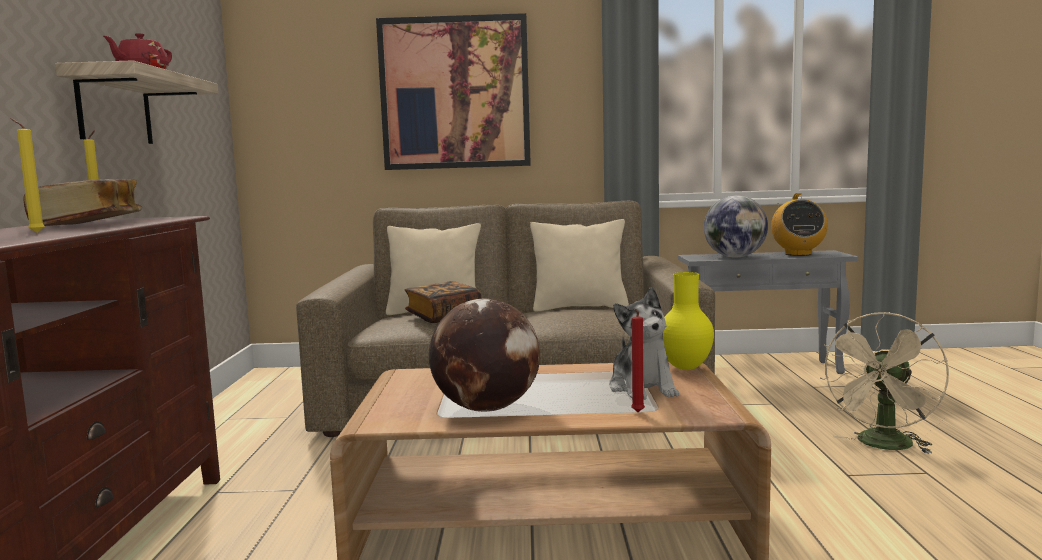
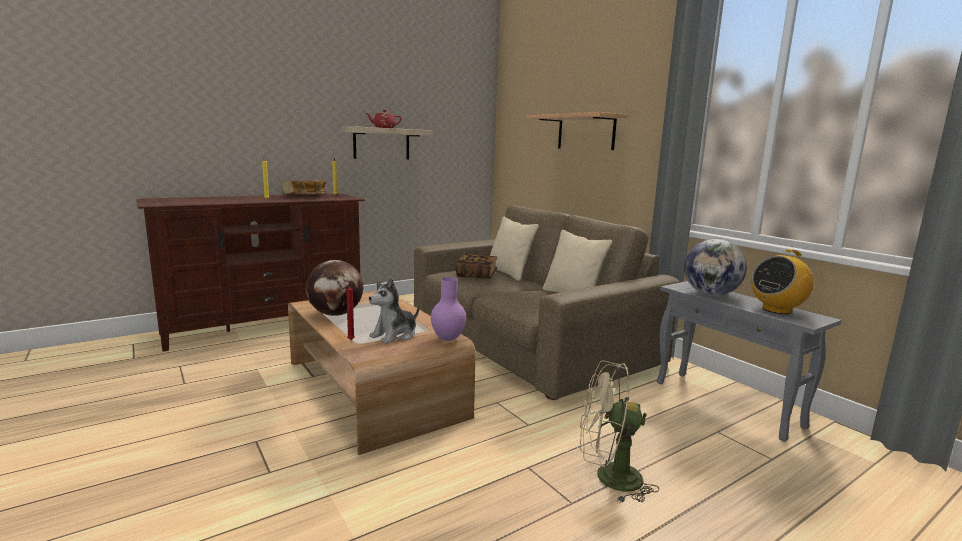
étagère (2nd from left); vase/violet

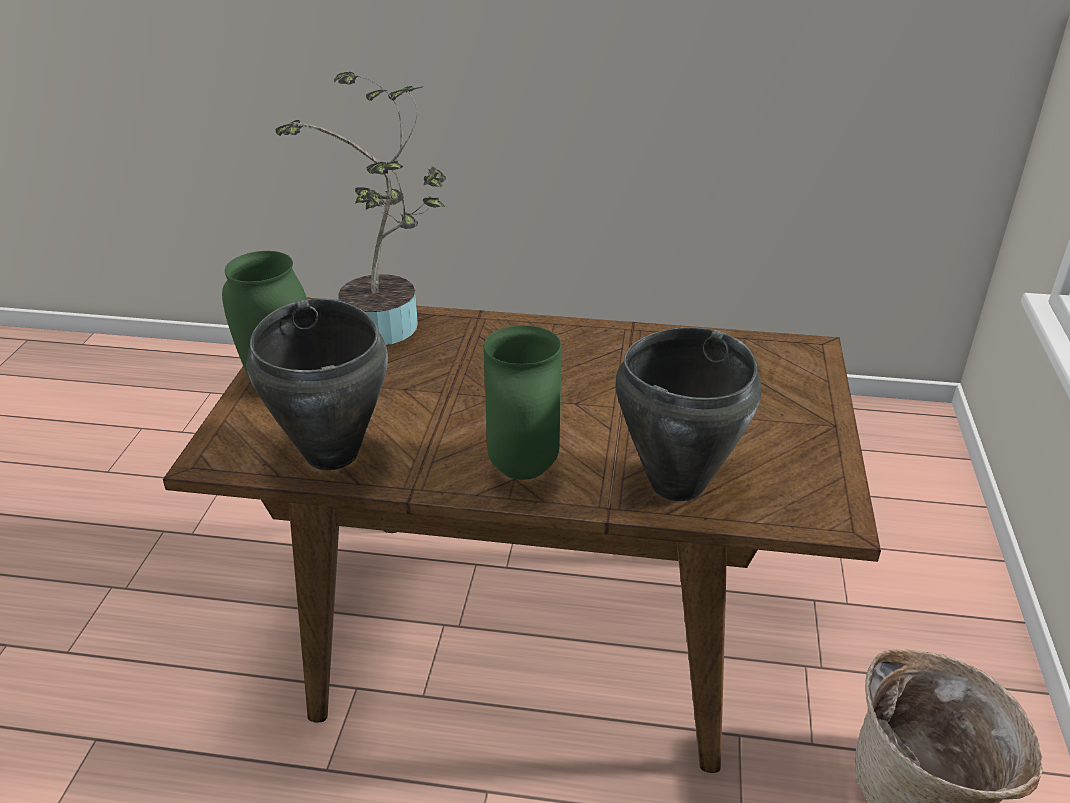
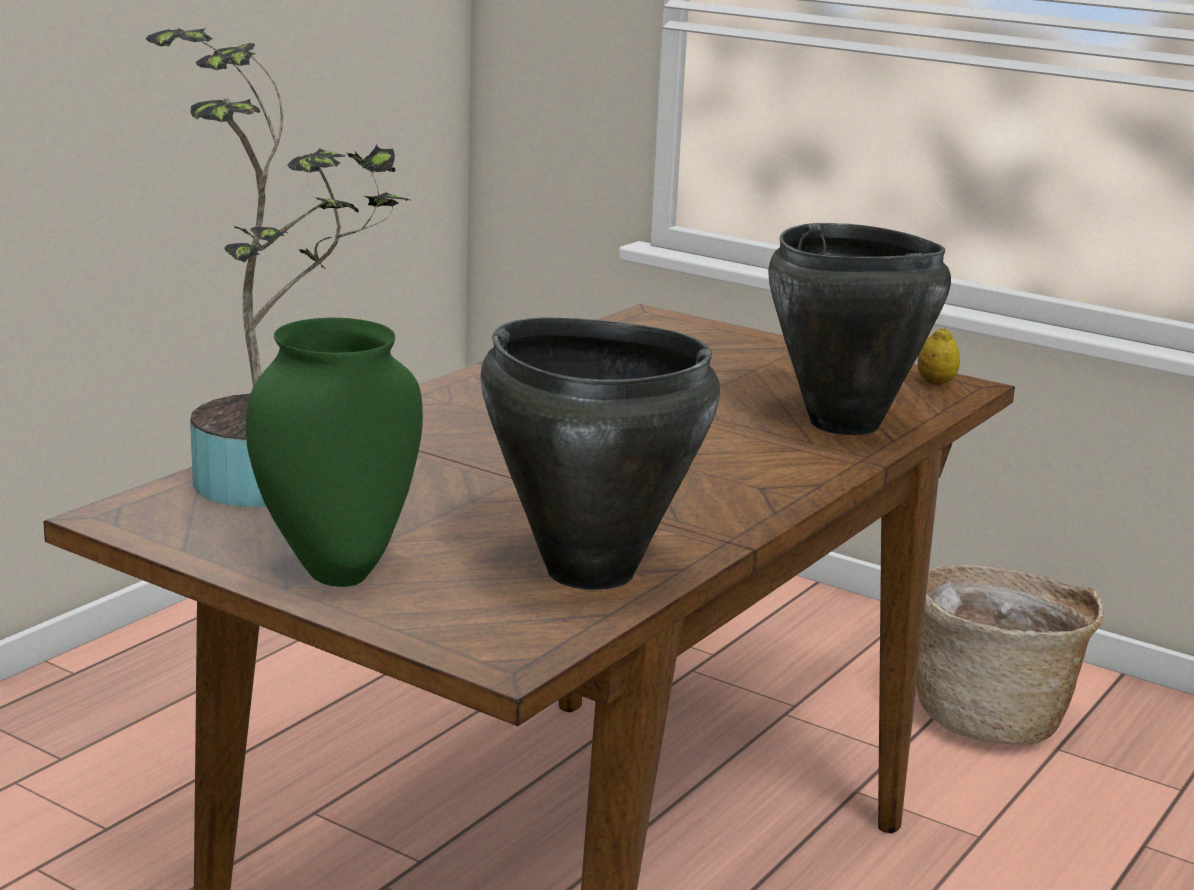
vase/vert (2nd from left in the first image); citron

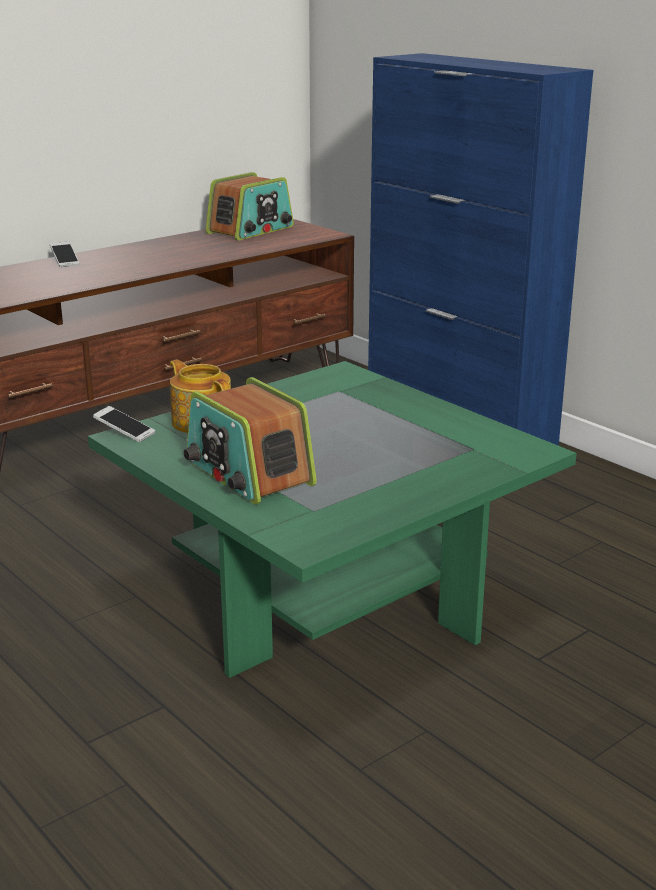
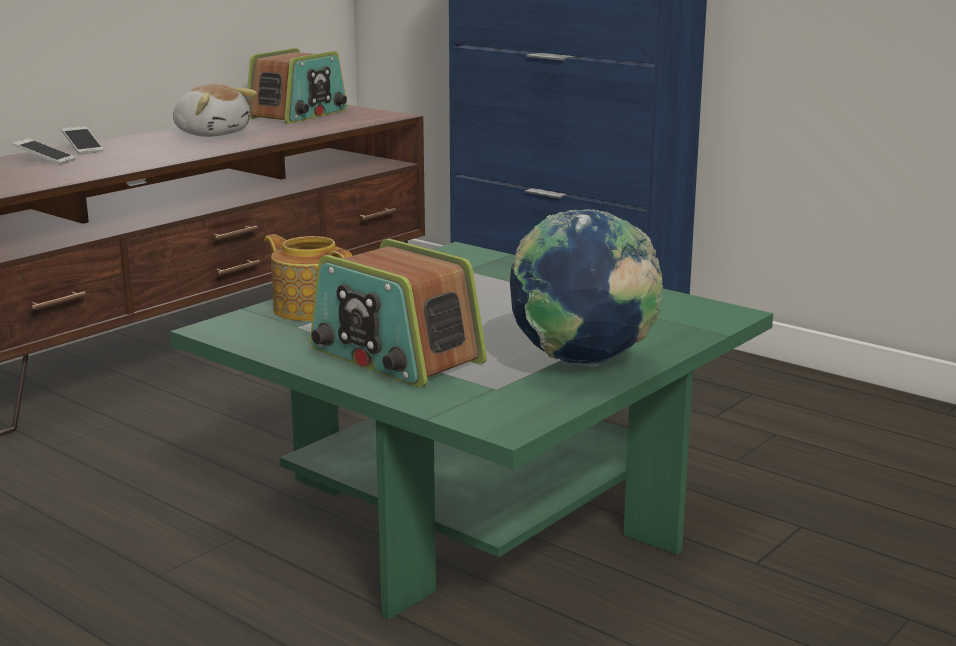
téléphone (1st from left); peluche; globe

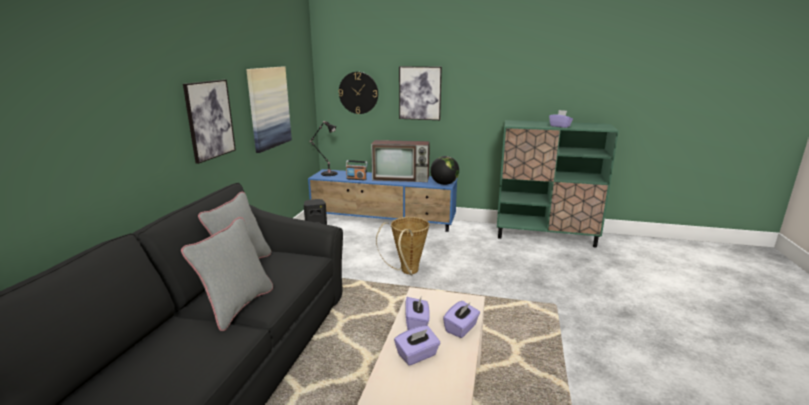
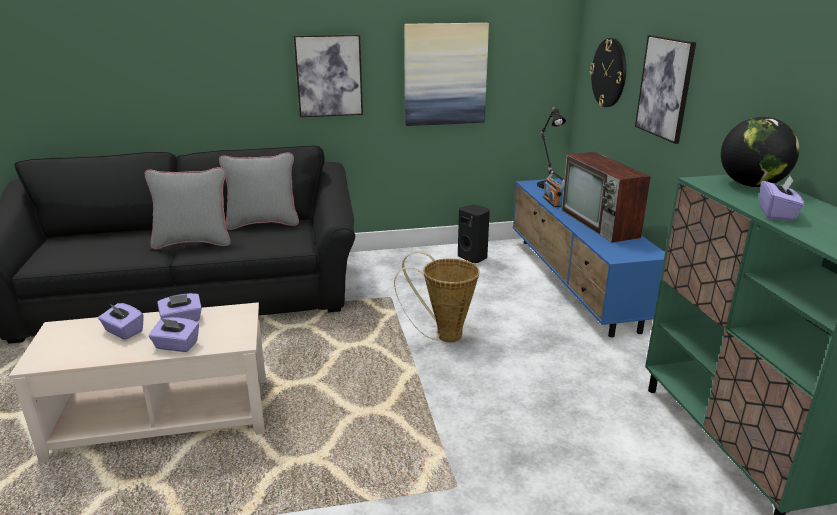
globe

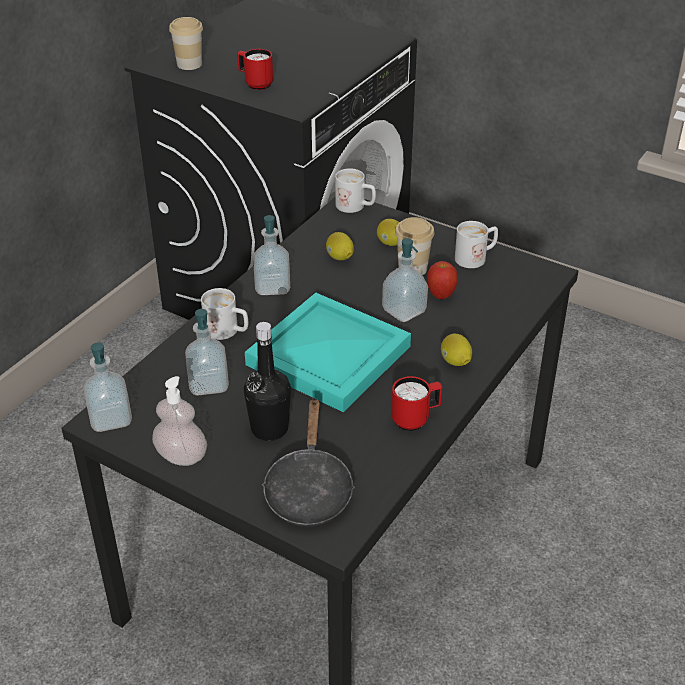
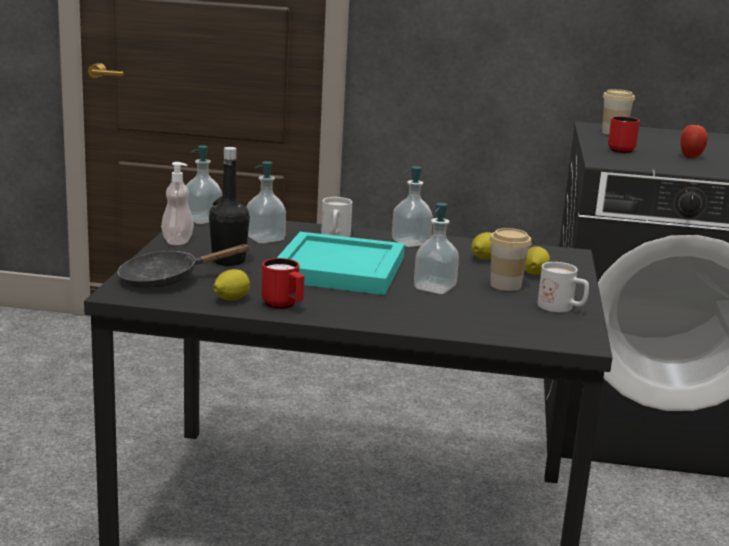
mug/blanc (2nd from left in the first image); pomme; citron (1st from left)

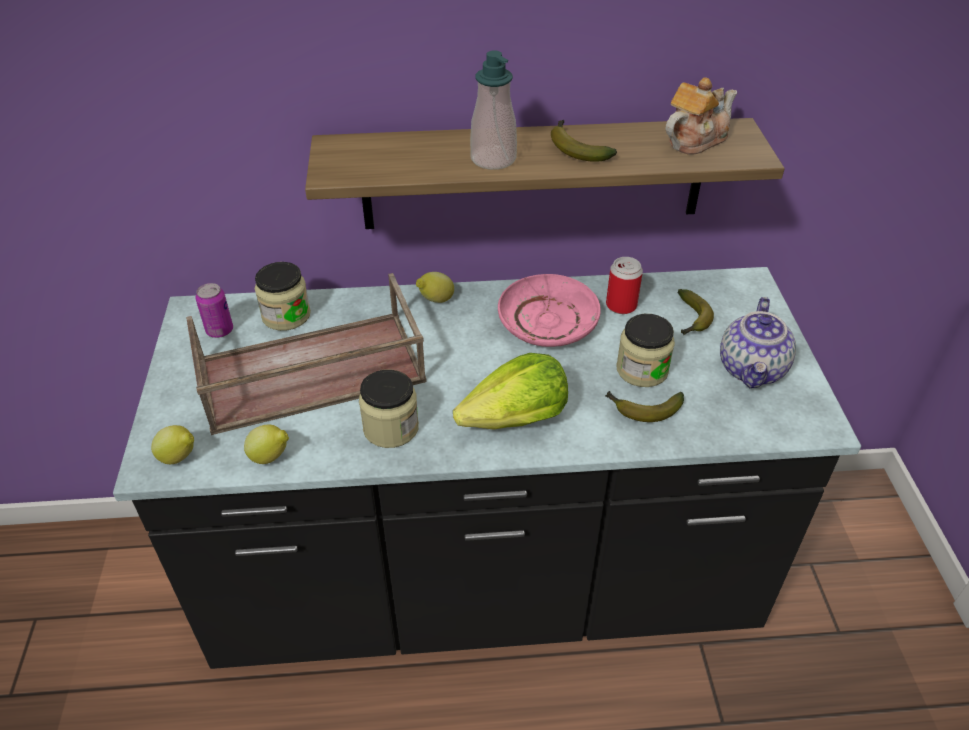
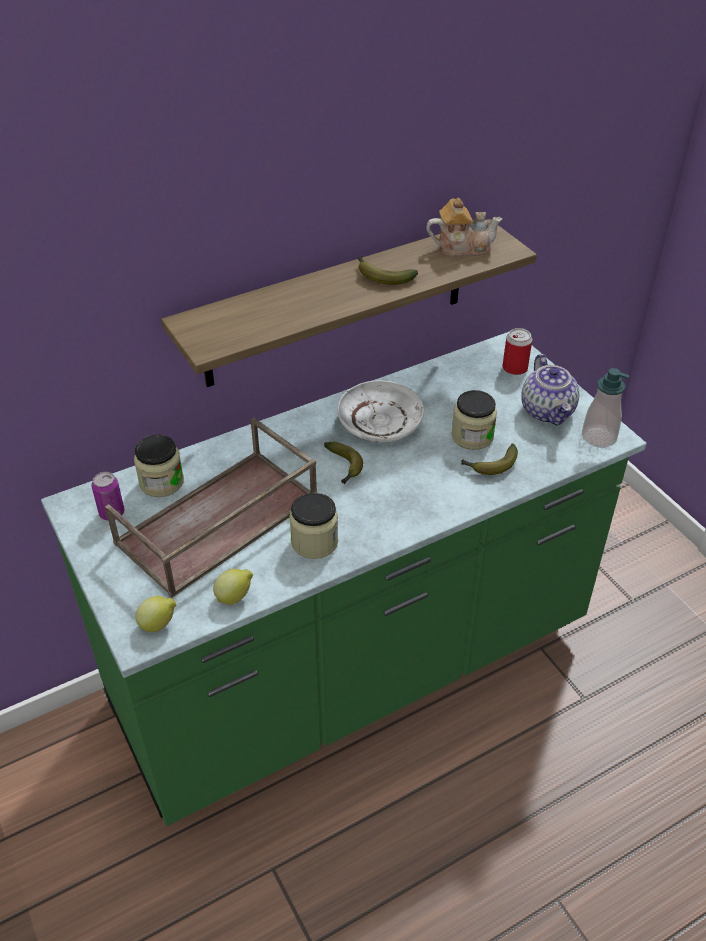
distributeur de savon; théière (1st from left); boîte métallique (2nd from left); comptoir de cuisine/vert; citron (3rd from left in the first image); assiette/blanc; banane (1st from left); laitue

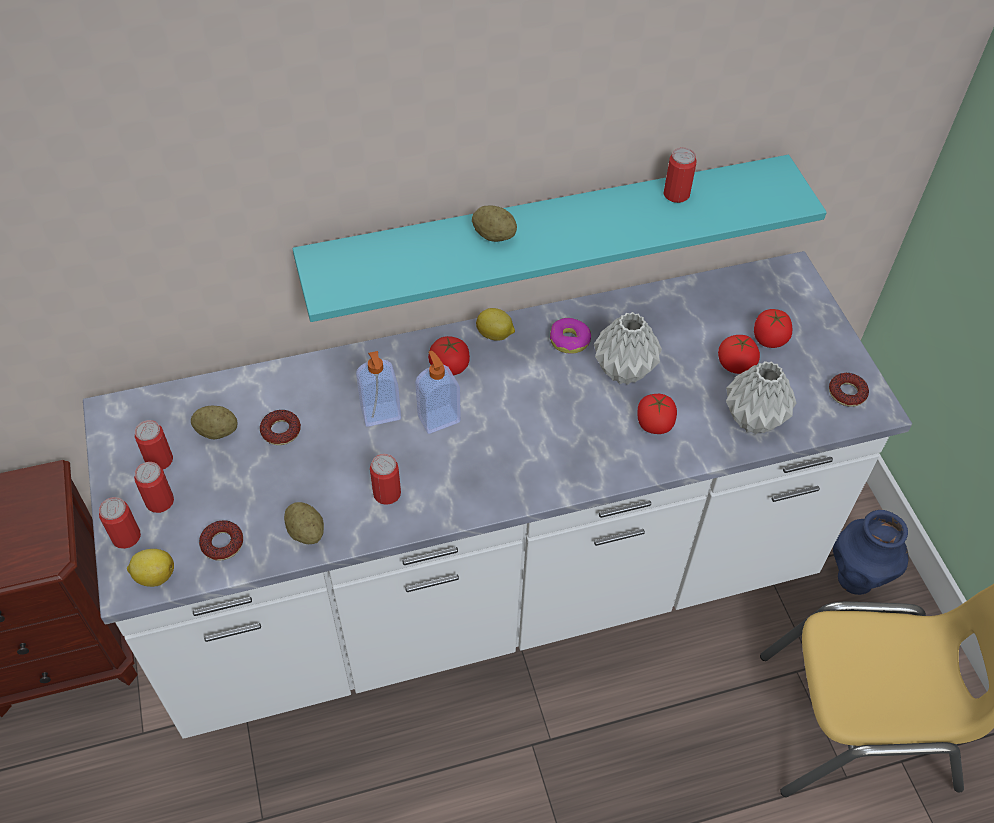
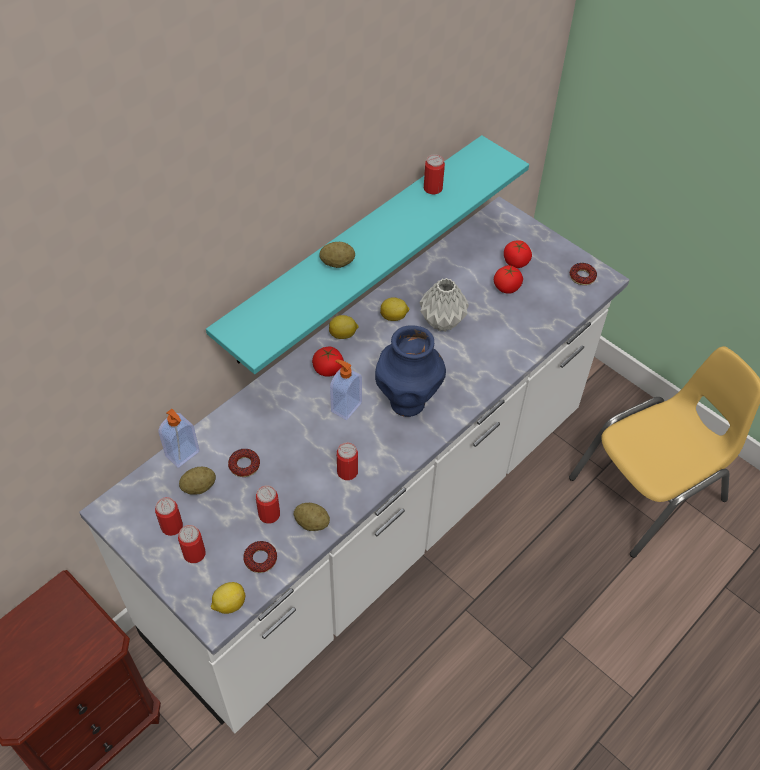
citron (3rd from left); distributeur de savon (1st from left); vase/gris (2nd from left in the first image); tomate (2nd from left in the first image); boîte métallique (3rd from left); vase/bleu

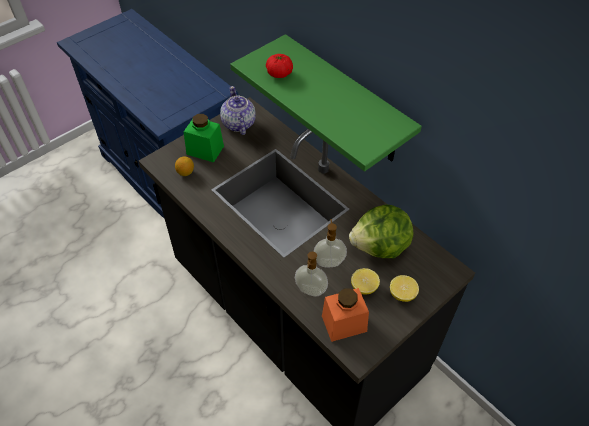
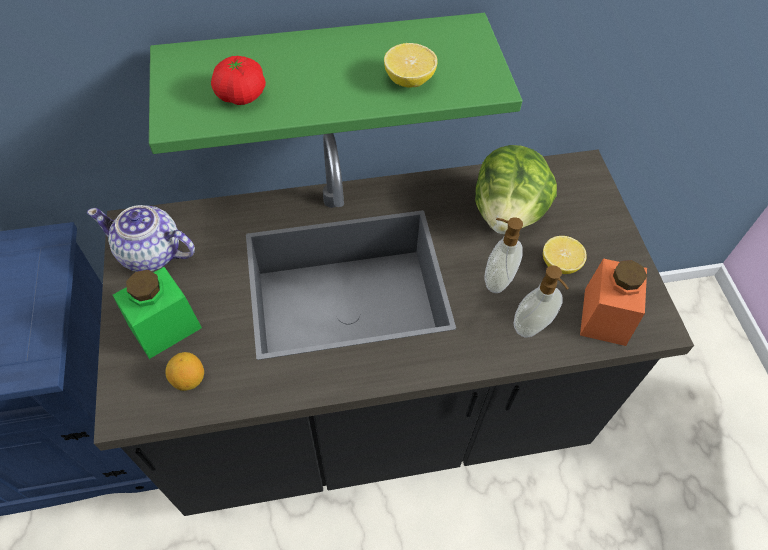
citron (2nd from left)

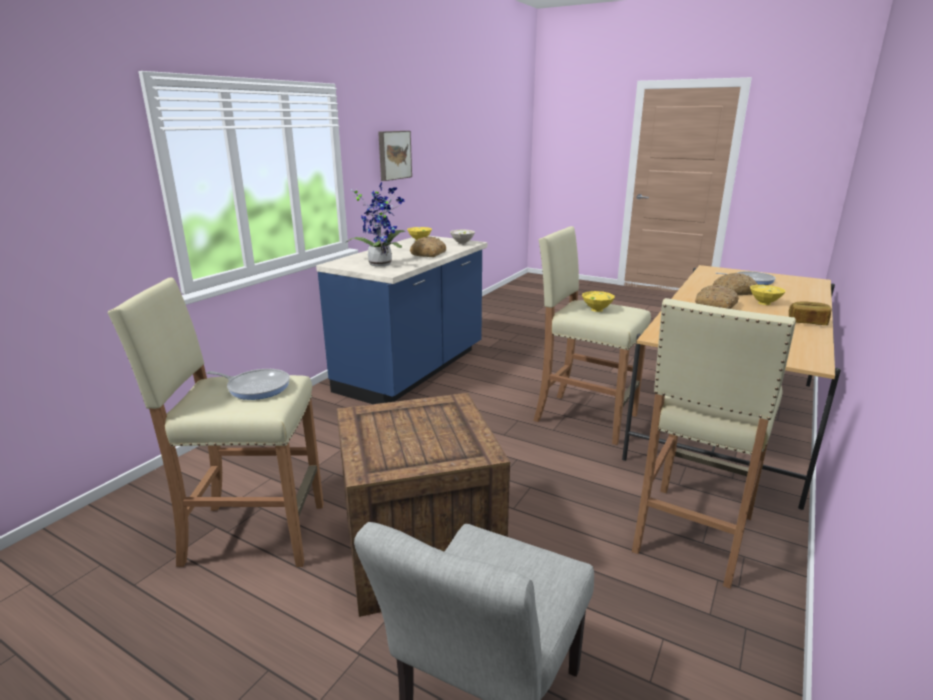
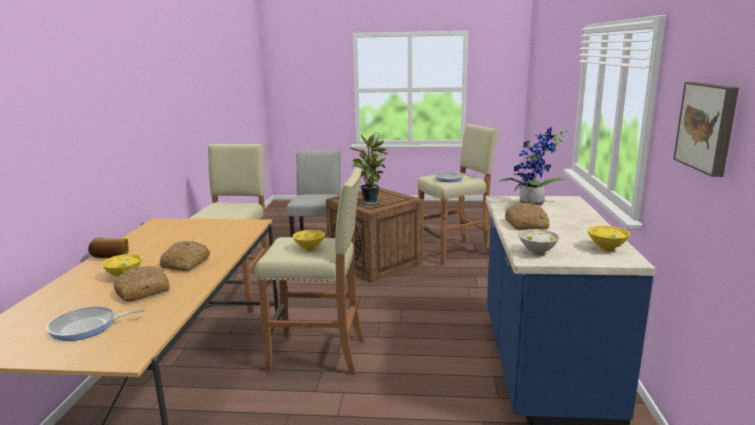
plante en pot (1st from left)

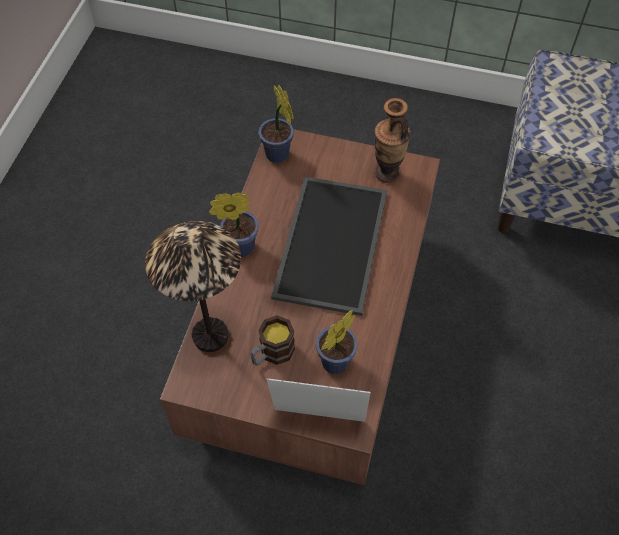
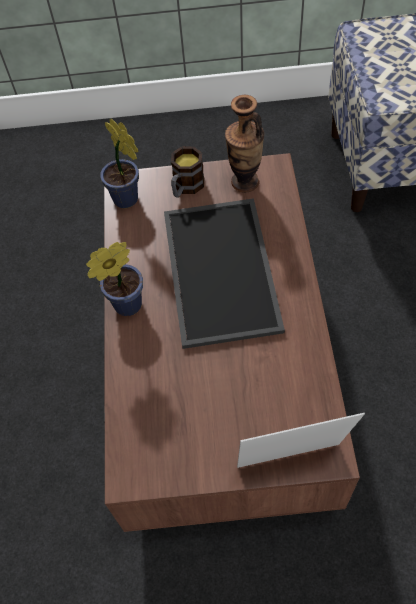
lampe de table; plante en pot (3rd from left in the first image); mug

